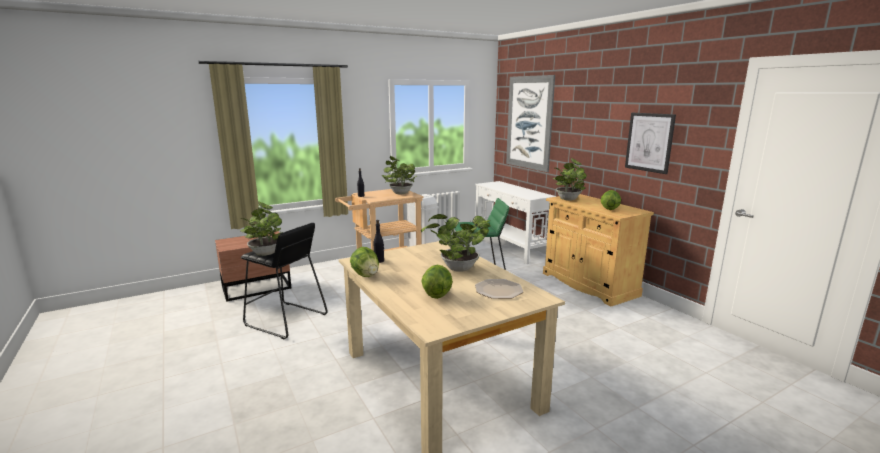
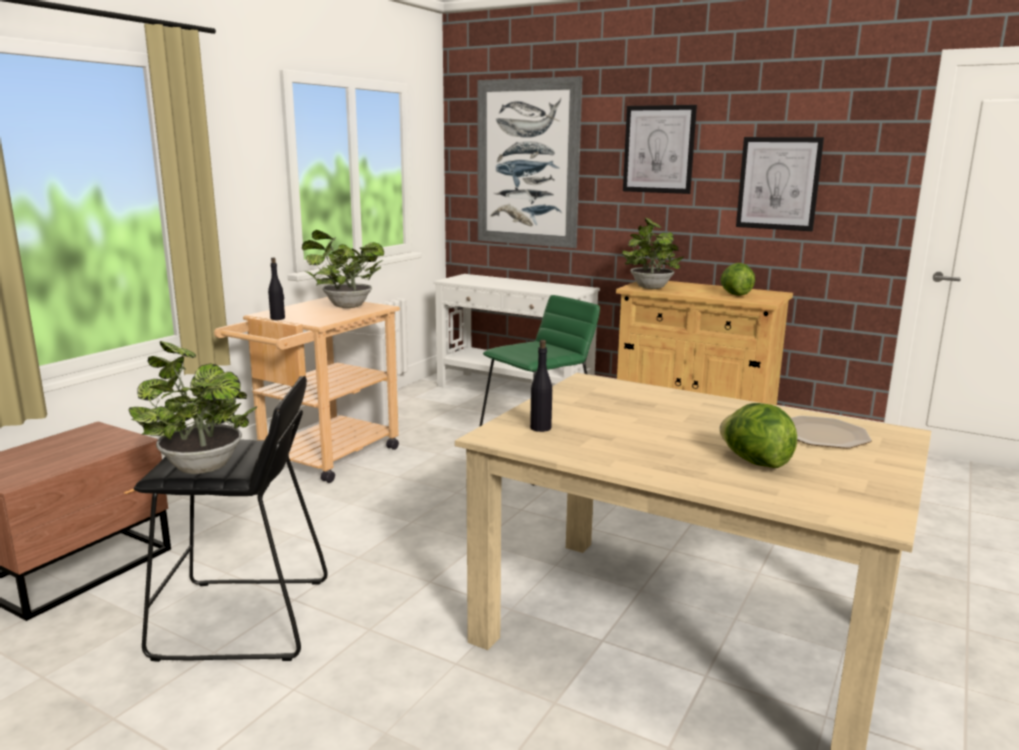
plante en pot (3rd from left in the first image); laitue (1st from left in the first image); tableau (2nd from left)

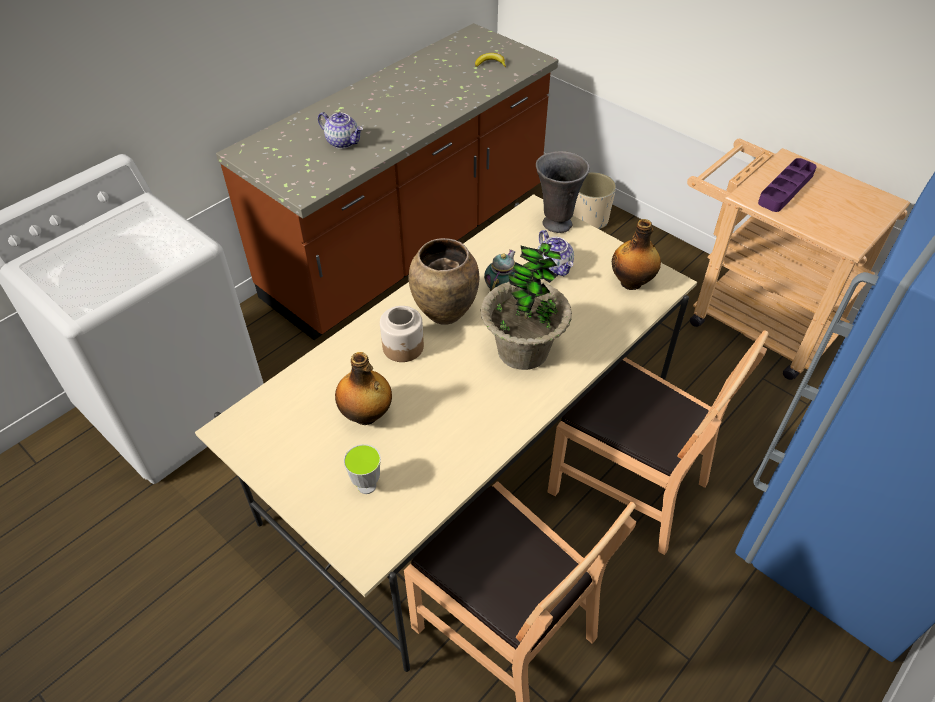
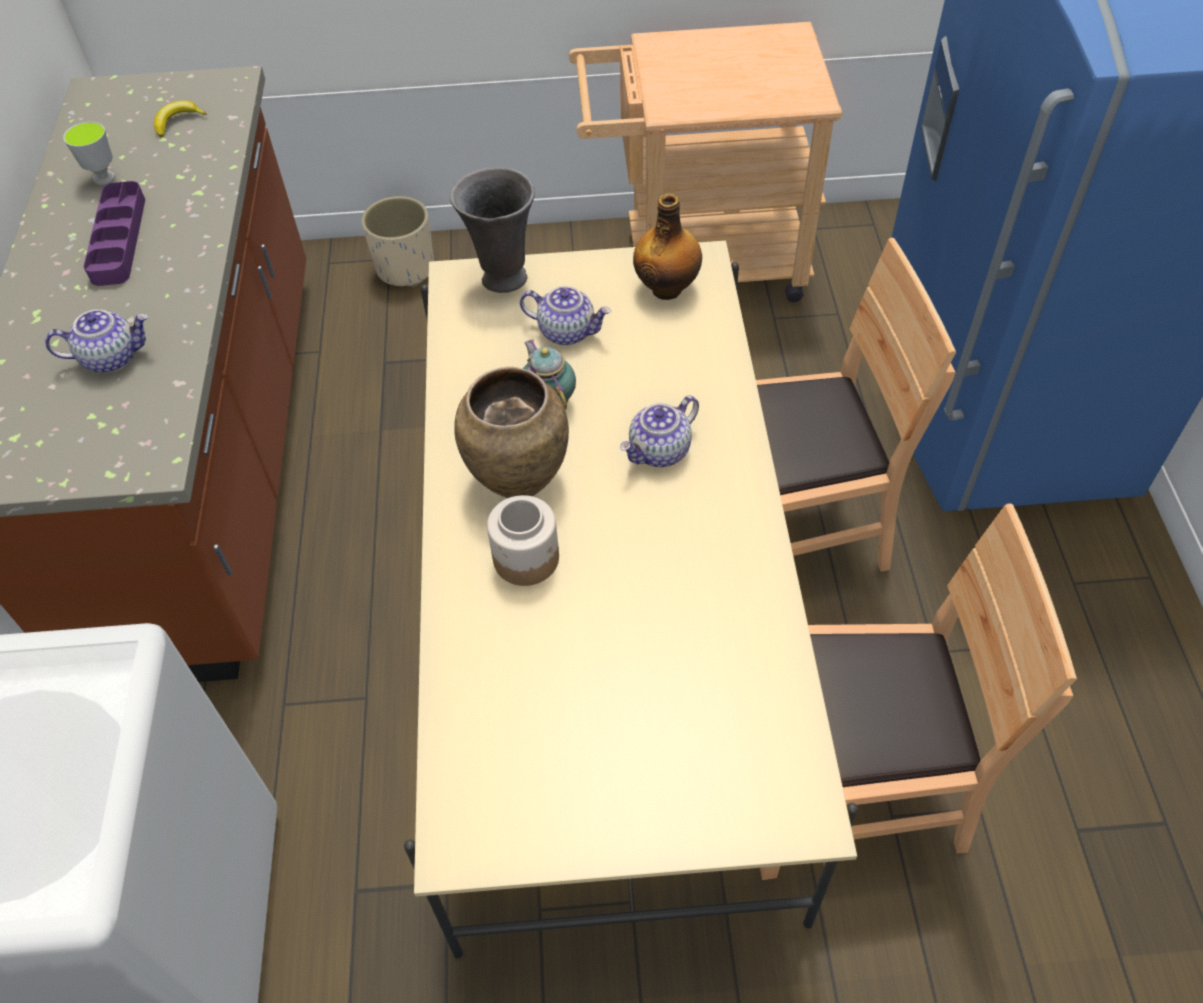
plateau/violet; théière (4th from left); bouteille (1st from left in the first image); tasse

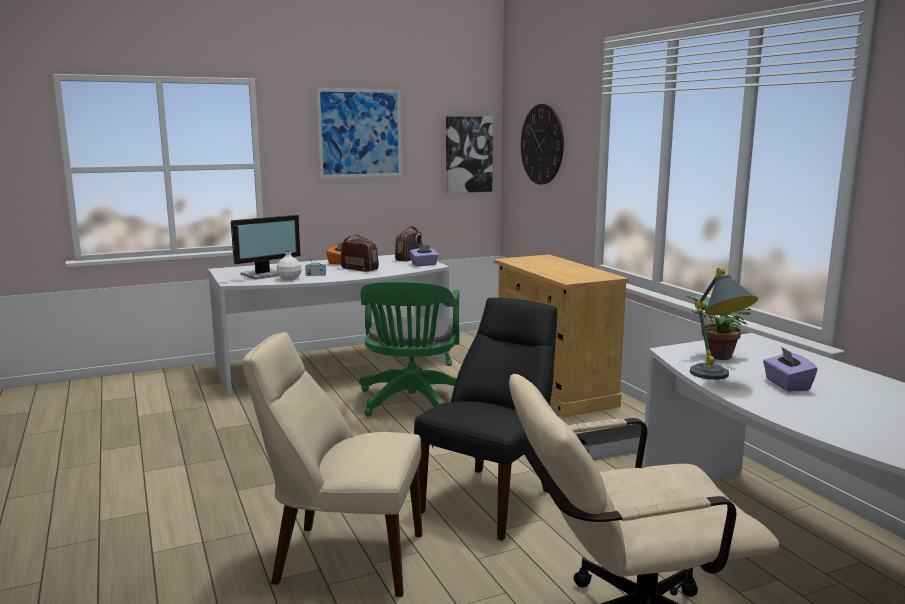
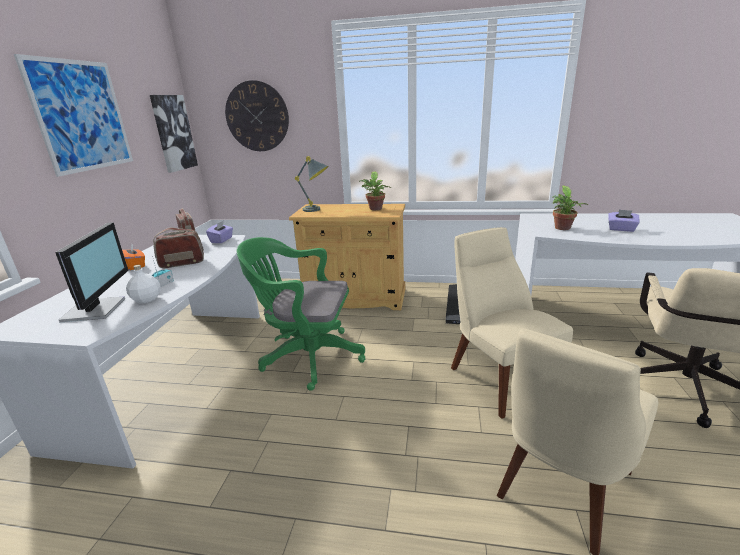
lampe de table/gris; chaise de bureau/vert; chaise/beige (1st from left); plante en pot (1st from left)

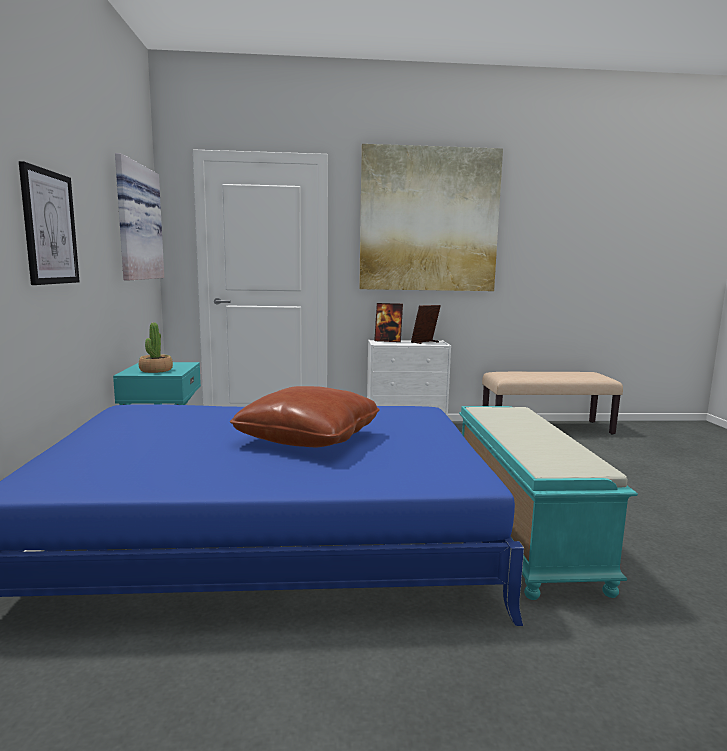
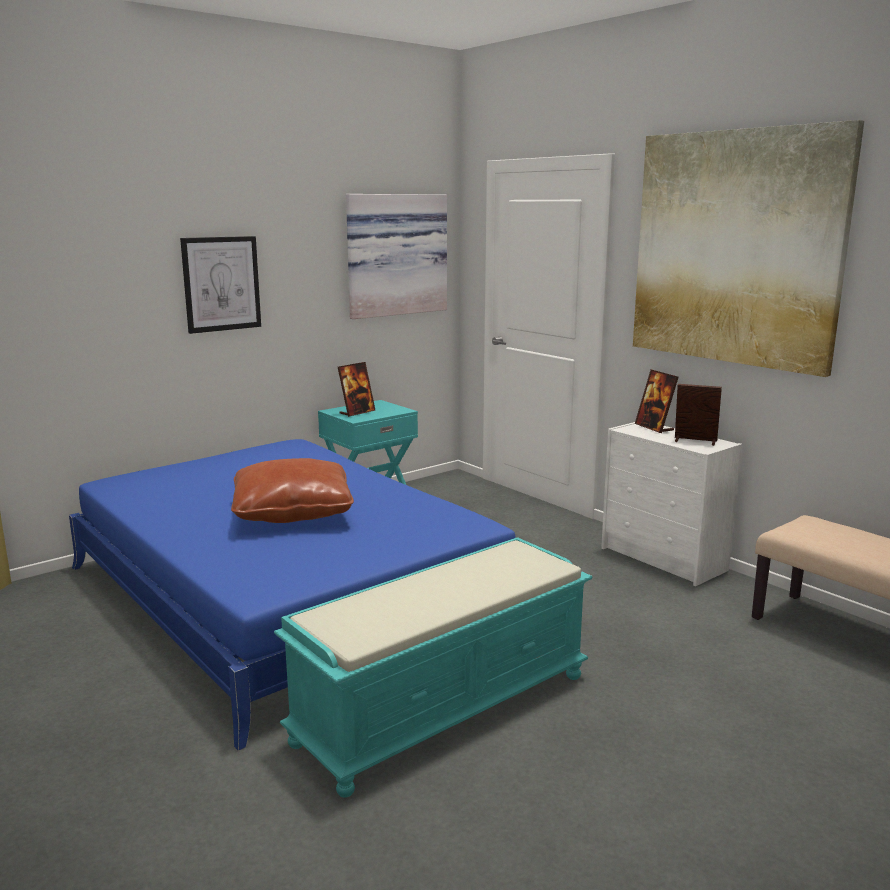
cadre photo (1st from left)

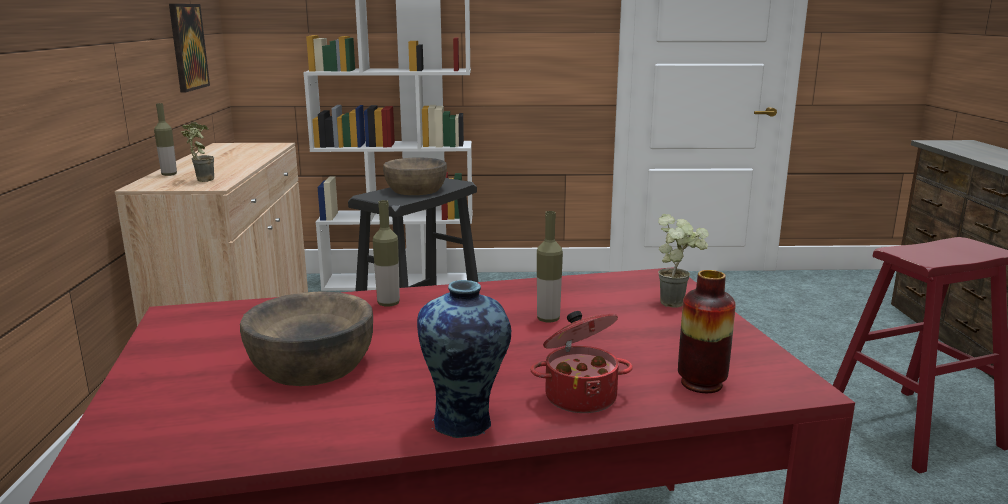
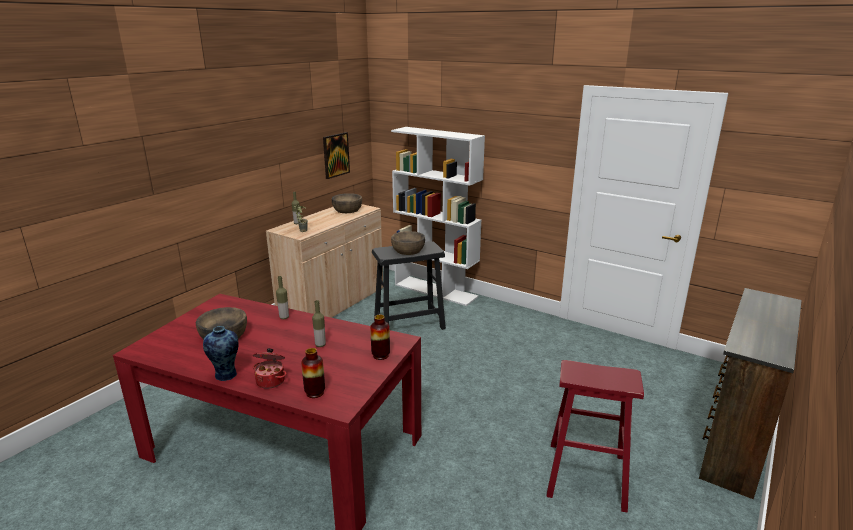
vase (3rd from left); bol/marron (2nd from left)

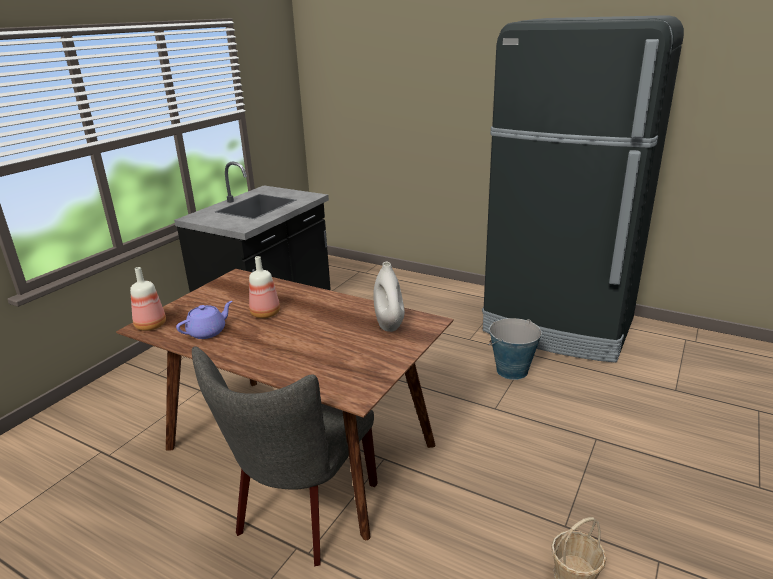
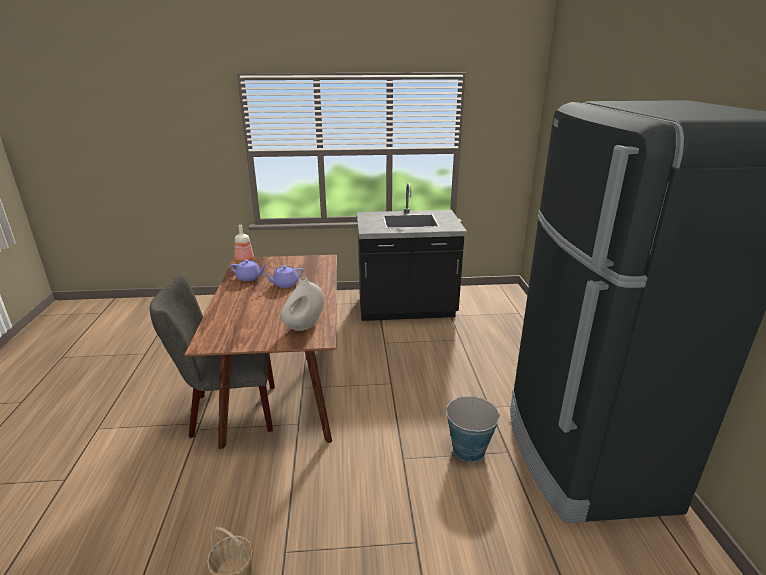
théière/violet (2nd from left)

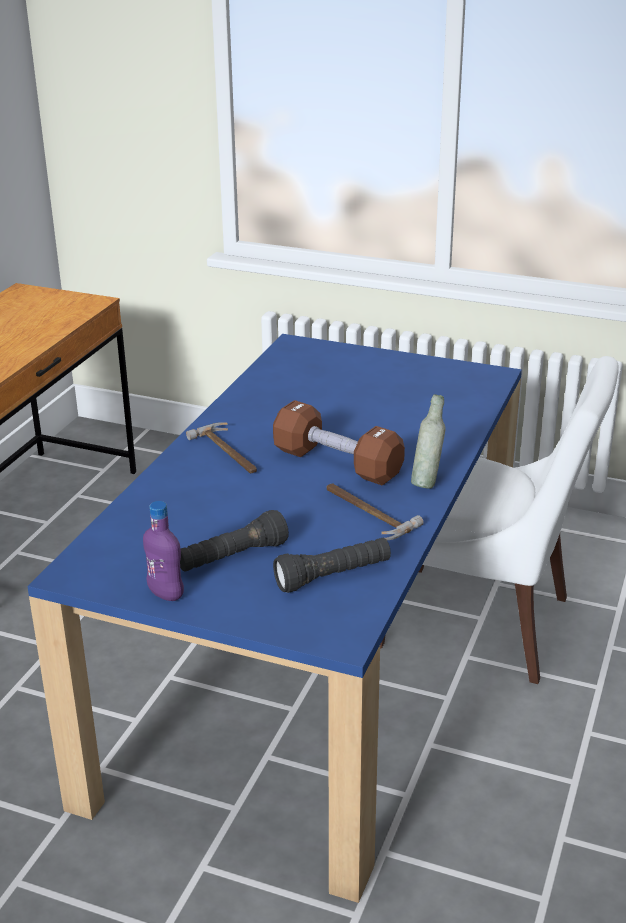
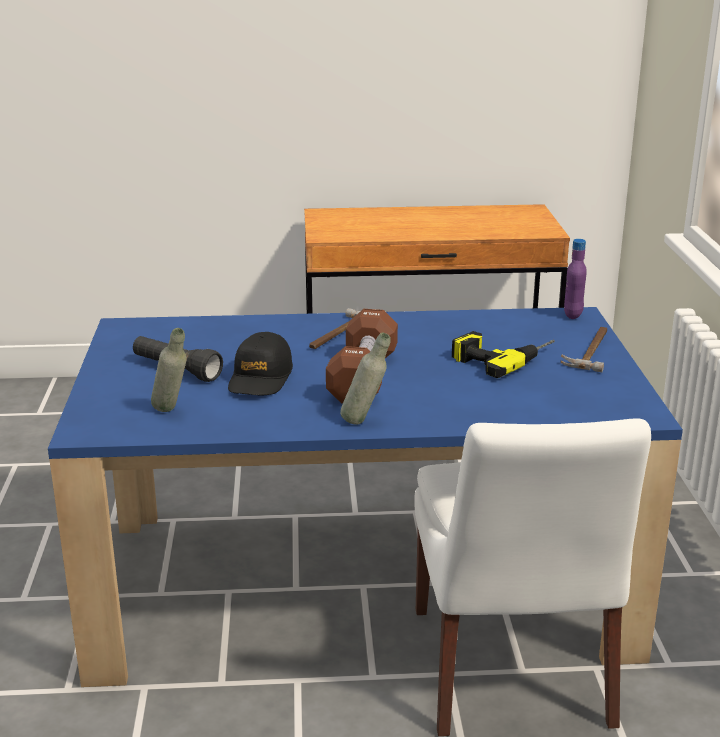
marteau (2nd from left); bouteille/violet; bouteille/gris (1st from left); perceuse; casquette/noir

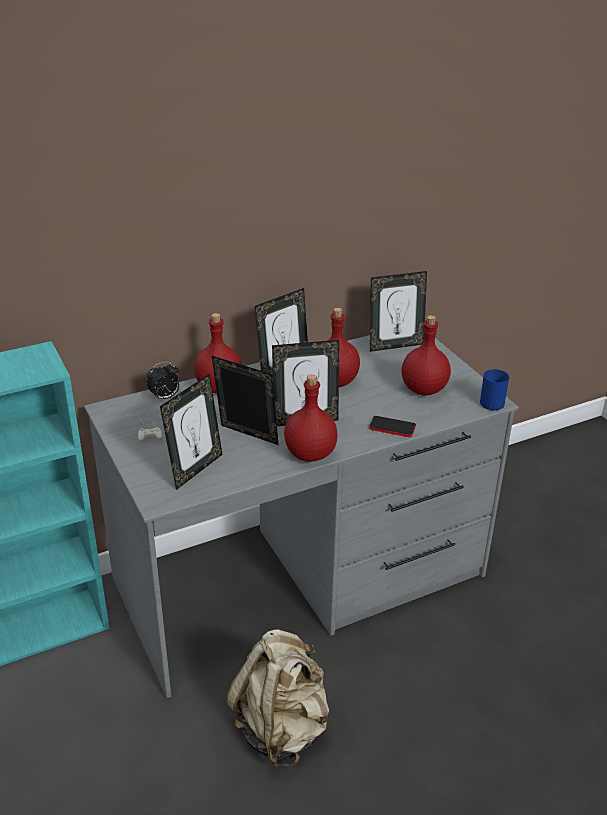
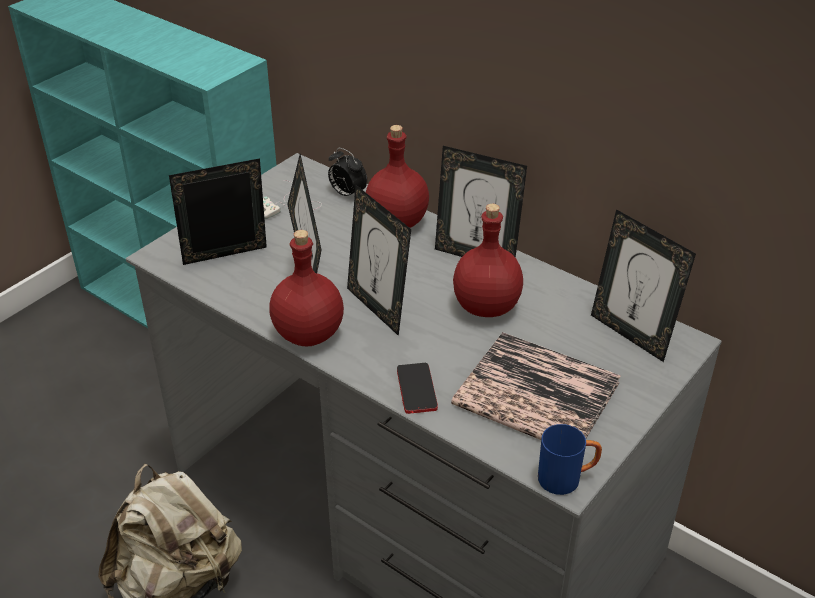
livre; cadre photo (1st from left)

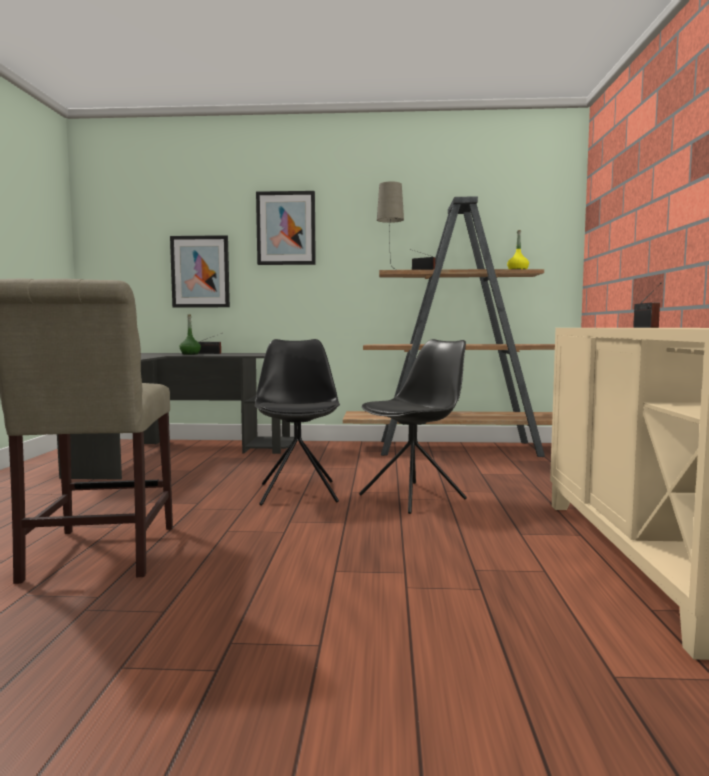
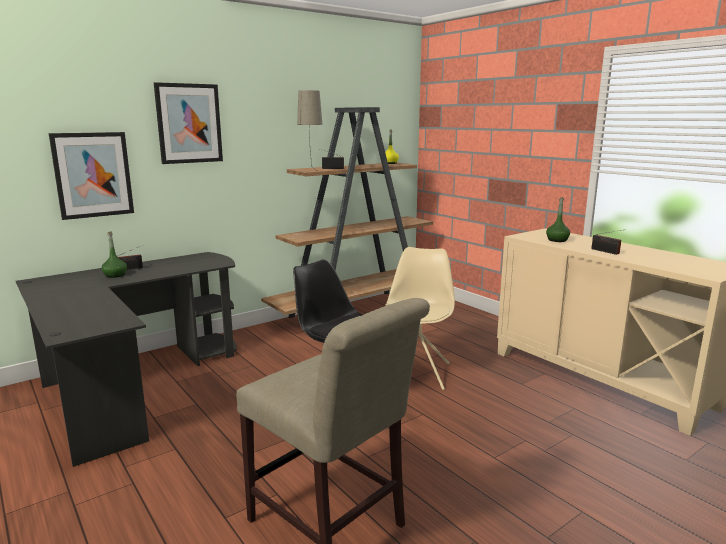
chaise/beige (2nd from left); bouteille/vert (2nd from left)

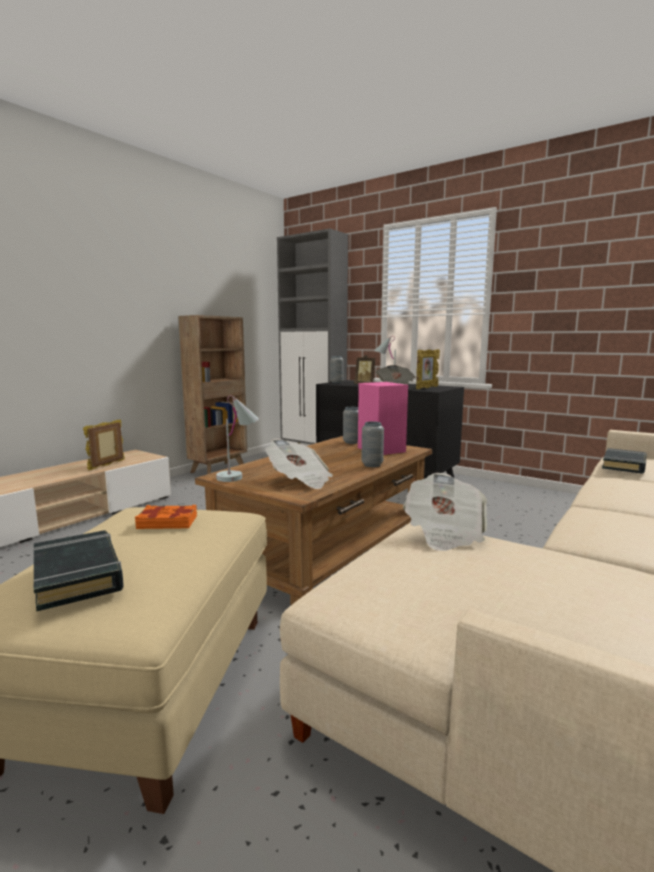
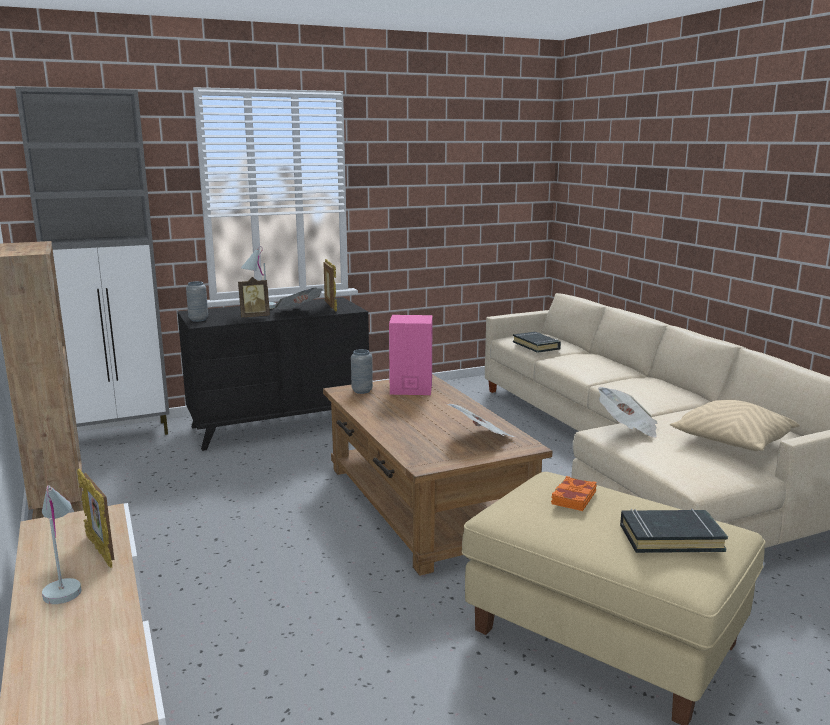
lampe de table/blanc (1st from left); vase/gris (3rd from left in the first image); coussin/beige

